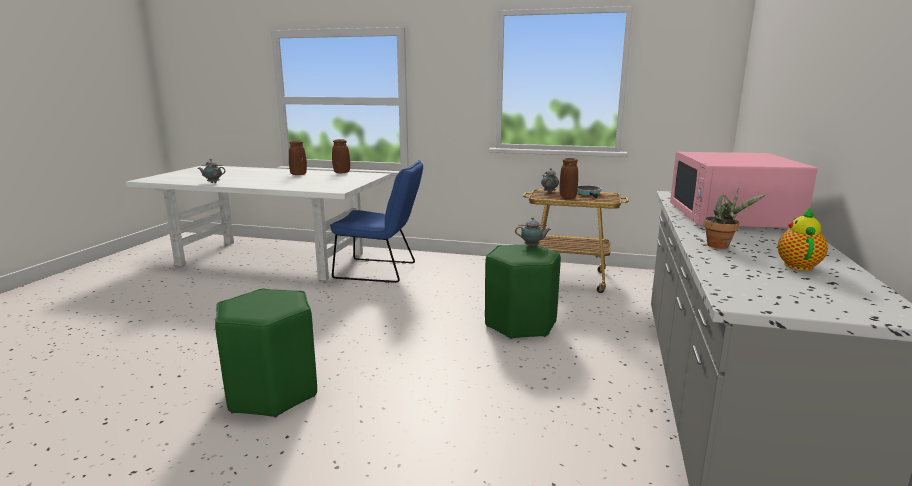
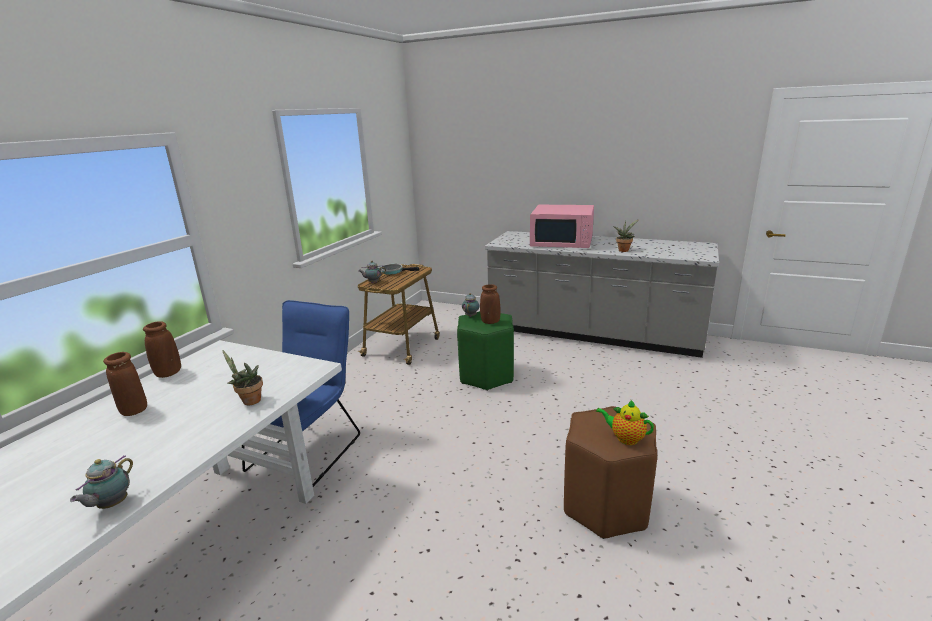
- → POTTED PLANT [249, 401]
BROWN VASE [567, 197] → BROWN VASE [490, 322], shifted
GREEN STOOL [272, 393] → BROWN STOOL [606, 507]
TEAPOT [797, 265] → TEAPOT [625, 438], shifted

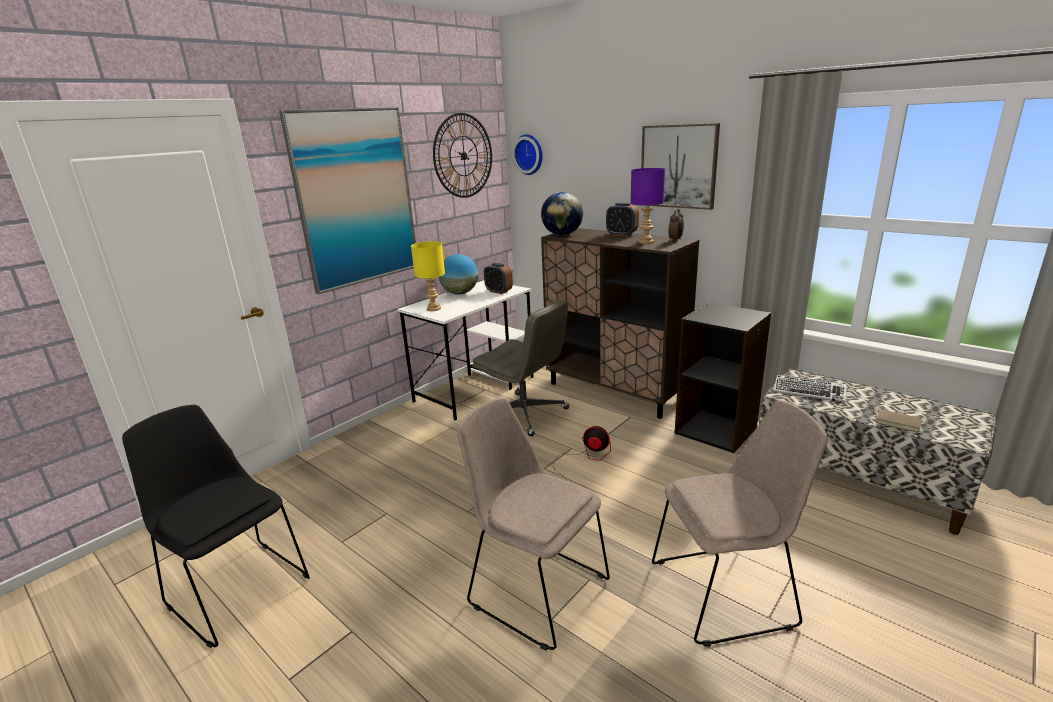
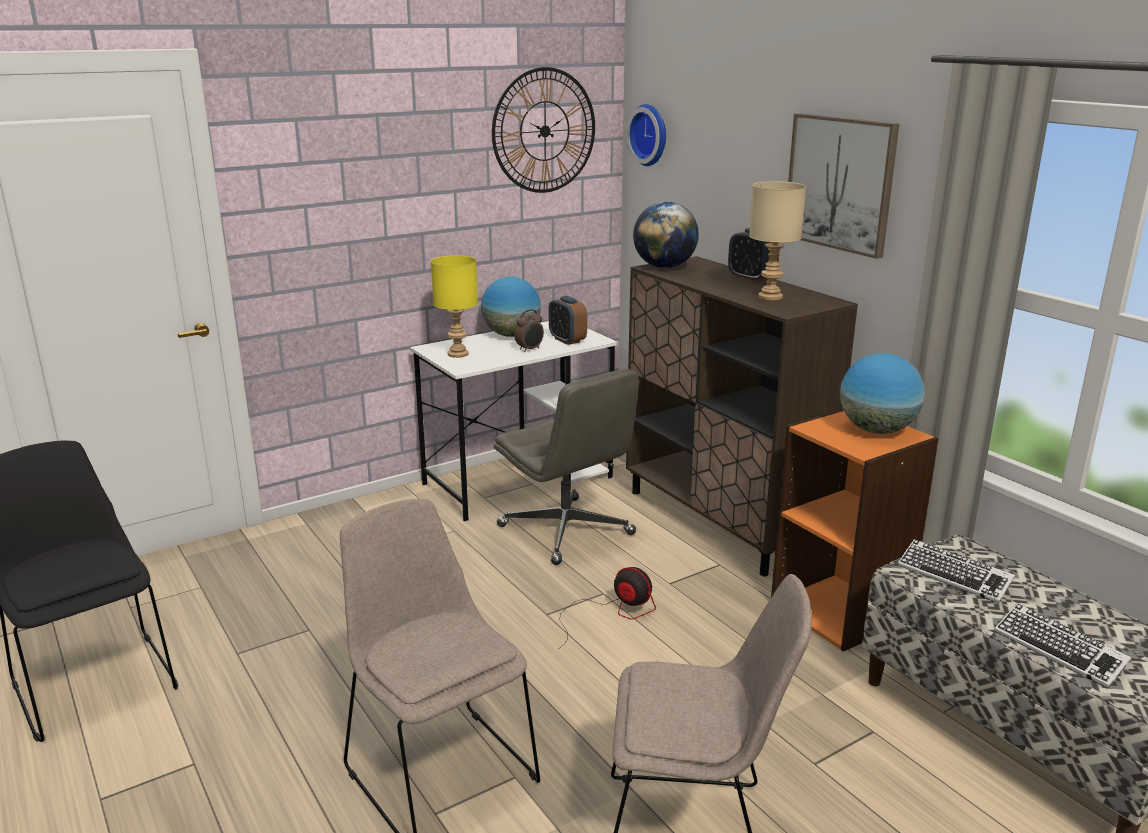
ALARM CLOCK [675, 240] → ALARM CLOCK [530, 349], shifted
PURPLE TABLE LAMP [645, 242] → BEIGE TABLE LAMP [769, 296]
BLACK BOOKCASE [716, 430] → ORANGE BOOKCASE [840, 611]
- → GLOBE [876, 430]
BROWN BOOK [898, 422] → KEYBOARD [1059, 651]
PICTURE [356, 198] → -

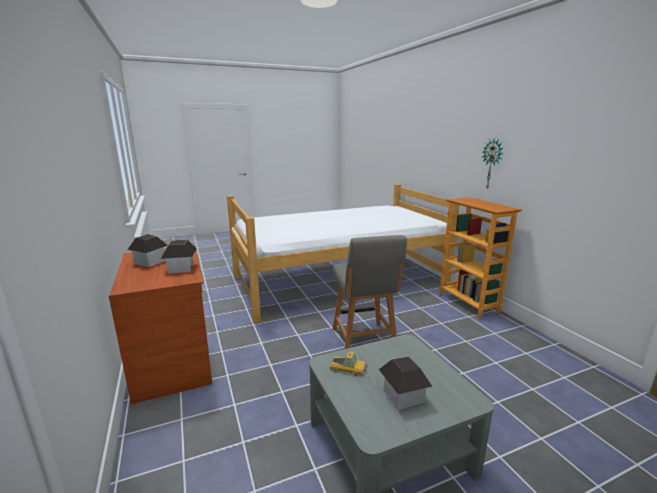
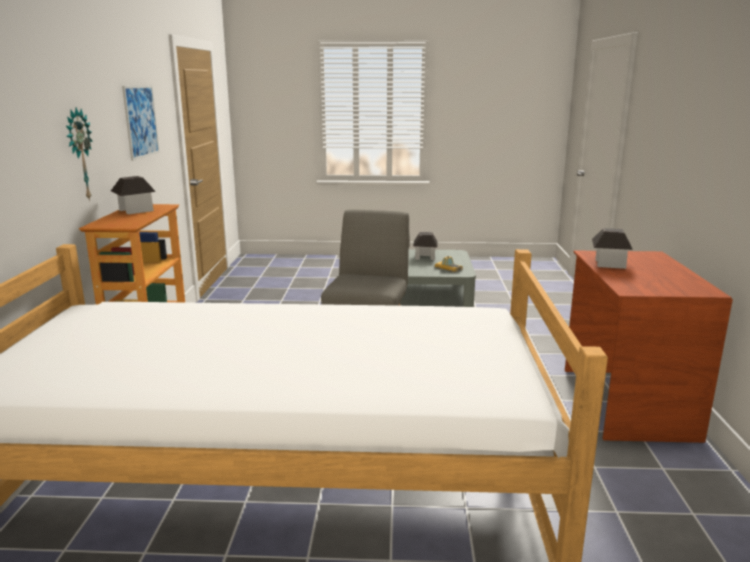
TOY HOUSE [150, 262] → TOY HOUSE [135, 210], shifted
- → PICTURE [141, 121]

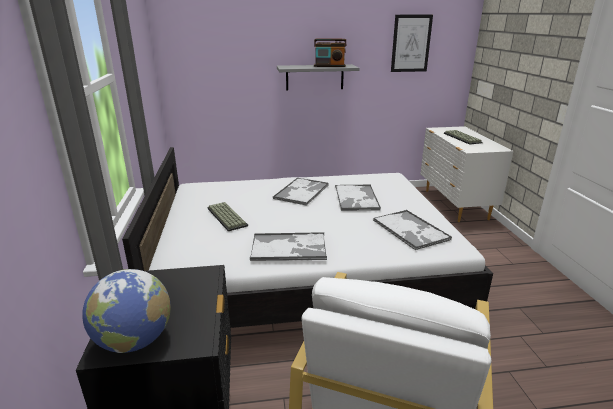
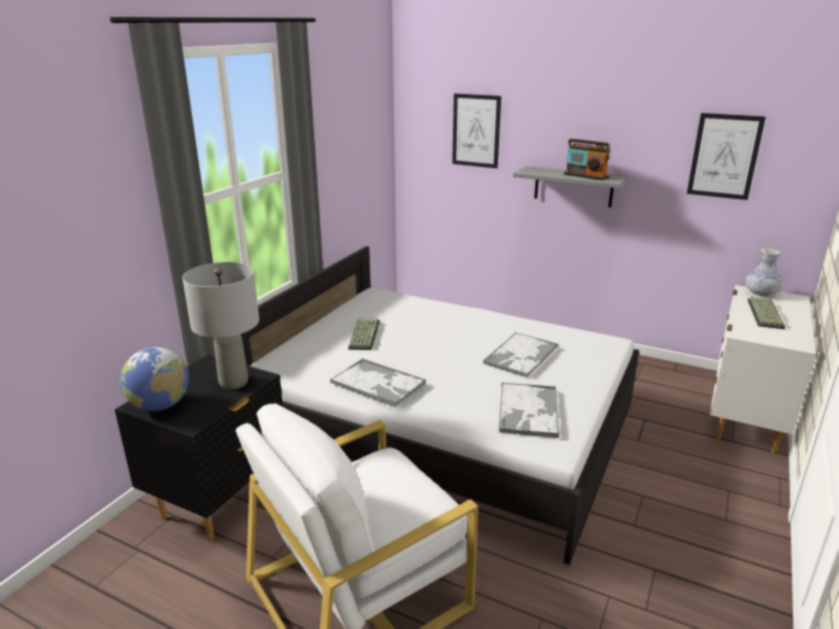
- → GREY TABLE LAMP [233, 382]
- → PICTURE [476, 131]
- → VASE [760, 293]
TRAY [302, 191] → -

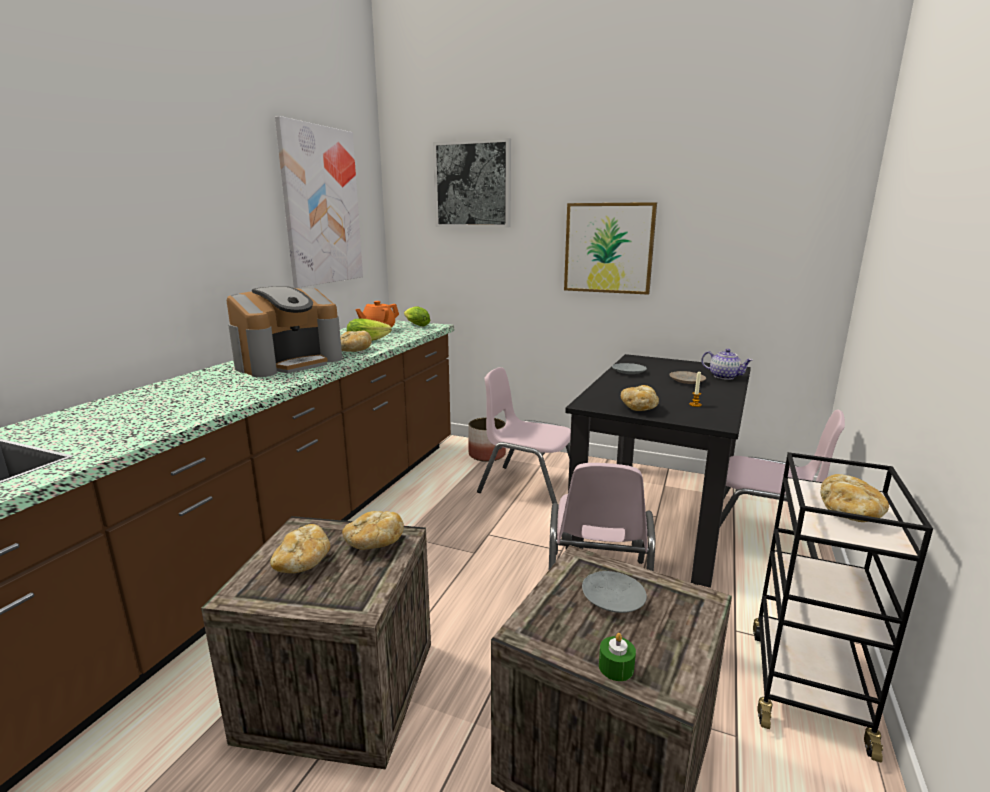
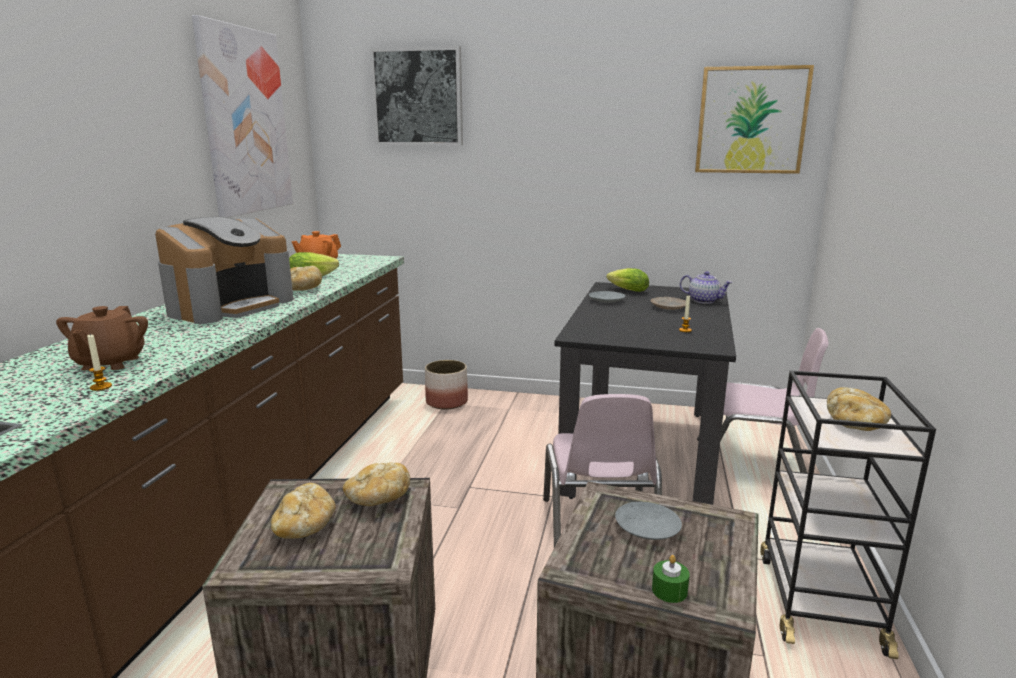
- → BROWN TEAPOT [110, 363]
- → CANDLE [101, 387]
LETTUCE [415, 325] → LETTUCE [626, 290], shifted
PICTURE [608, 248] → PICTURE [751, 120], shifted
PINK CHAIR [528, 487] → -
BREAD [639, 408] → -

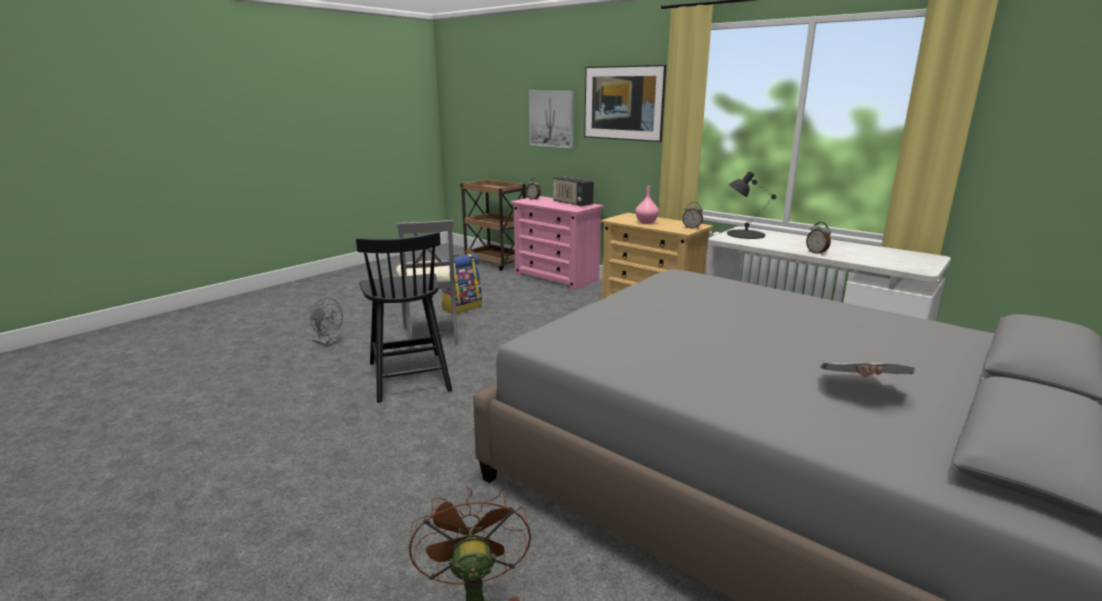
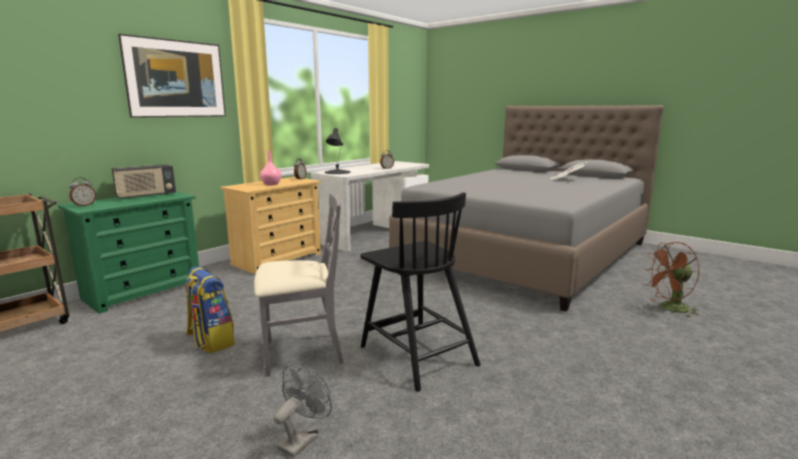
PINK DRESSER [556, 277] → GREEN DRESSER [144, 291]
BLACK CHAIR [409, 375] → BLACK CHAIR [417, 354], 75 degrees clockwise
PICTURE [552, 118] → -

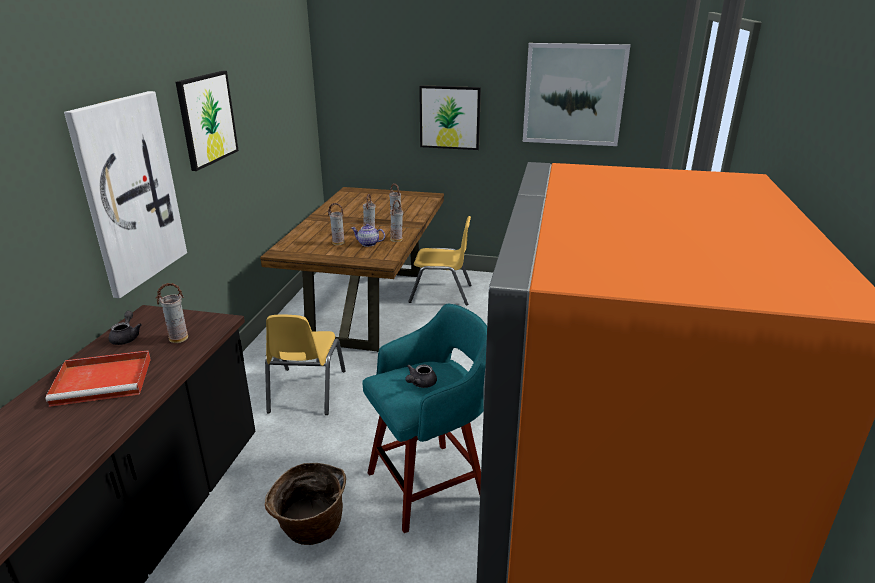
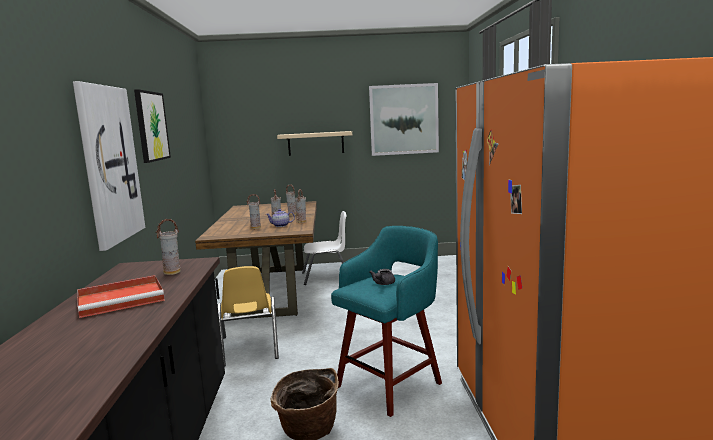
PICTURE [450, 117] → BEIGE SHELF [316, 143]
YELLOW CHAIR [441, 293] → WHITE CHAIR [326, 277]
GREY TEAPOT [126, 337] → -

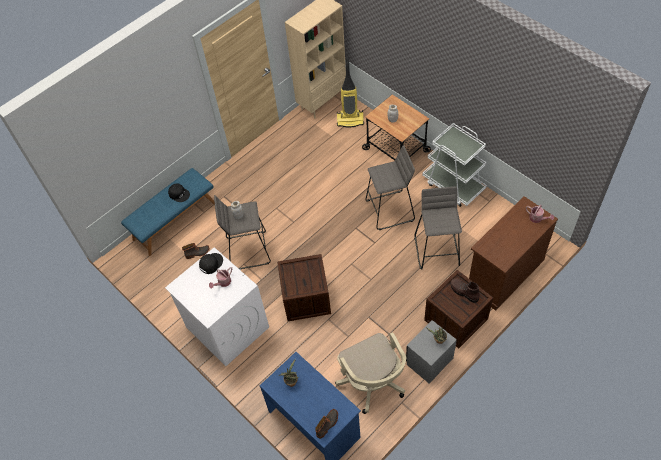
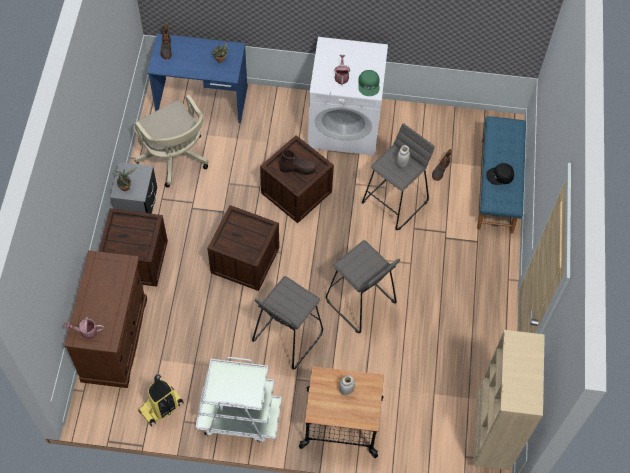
BEIGE OFFICE CHAIR [373, 383] → BEIGE OFFICE CHAIR [175, 158], 150 degrees counterclockwise
VACUUM CLEANER [350, 120] → VACUUM CLEANER [161, 408], shifted
- → CRATE [245, 260]
BROWN BOOT [464, 292] → BROWN BOOT [298, 168], shifted
GREY STOOL [437, 251] → GREY STOOL [360, 302], shifted
BLACK CAP [211, 263] → GREEN CAP [369, 84]

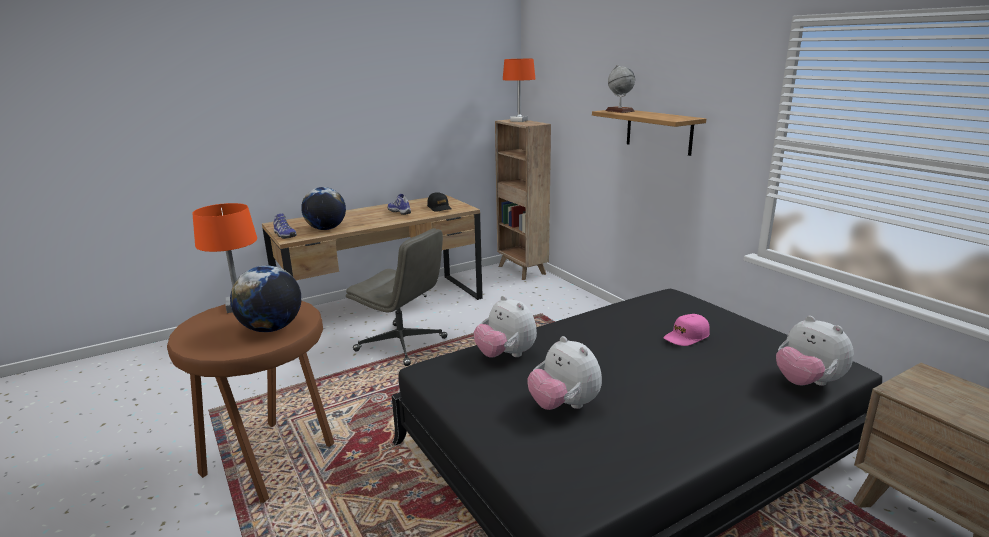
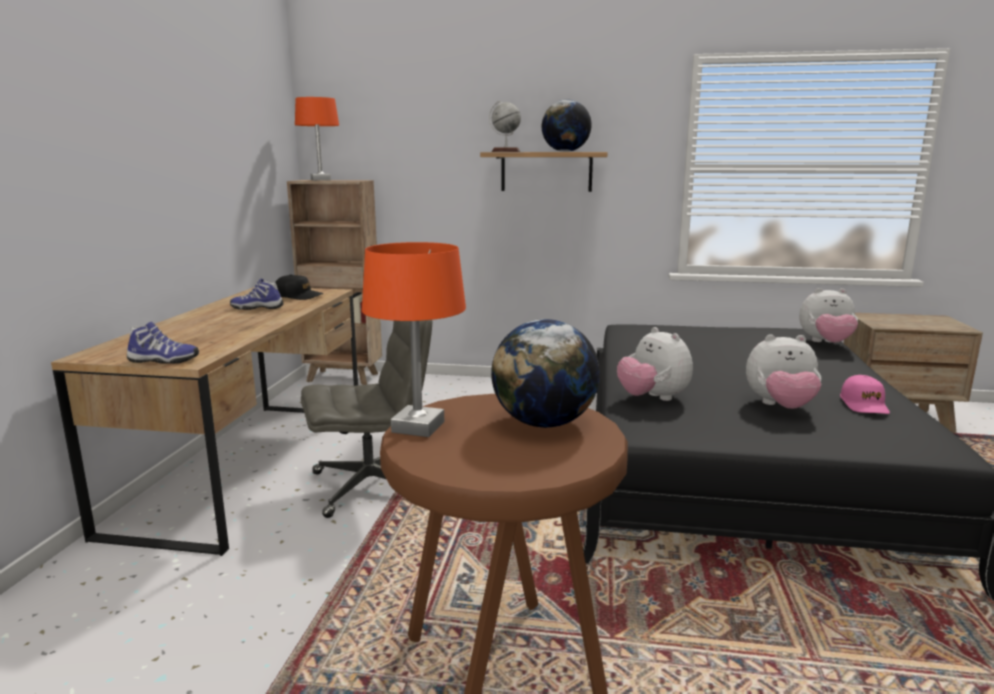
GLOBE [326, 229] → GLOBE [565, 151], shifted
PLUSH TOY [506, 355] → PLUSH TOY [652, 398], 60 degrees clockwise
PINK CAP [686, 337] → PINK CAP [864, 405], shifted

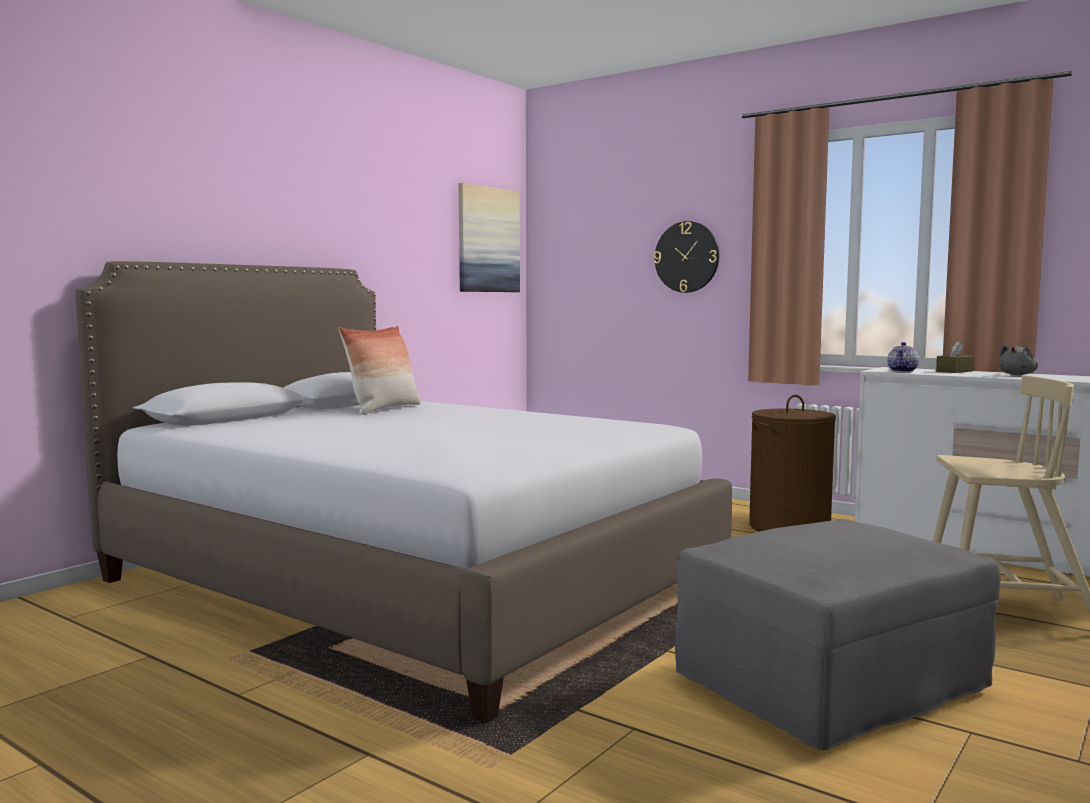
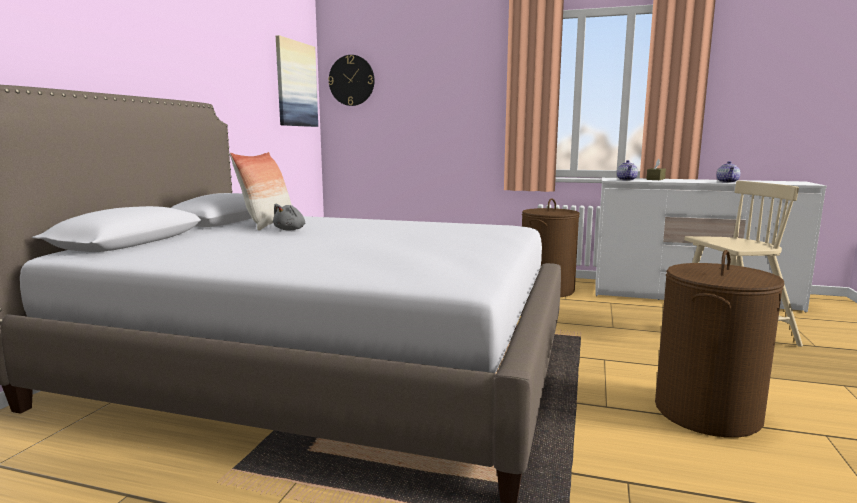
GREY PLUSH TOY [1017, 375] → GREY PLUSH TOY [291, 230], shifted
WALL CLOCK [686, 257] → WALL CLOCK [351, 80], shifted
GREY OTTOMAN [831, 685] → BROWN LAUNDRY BASKET [707, 413]
- → TEAPOT [728, 182]

